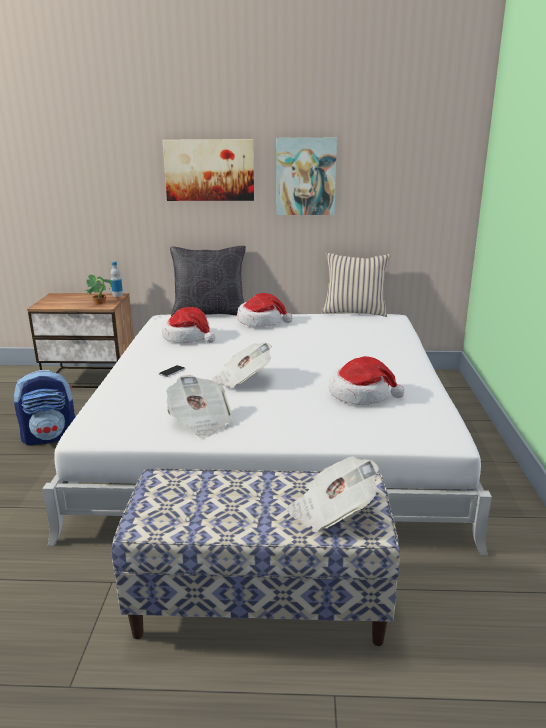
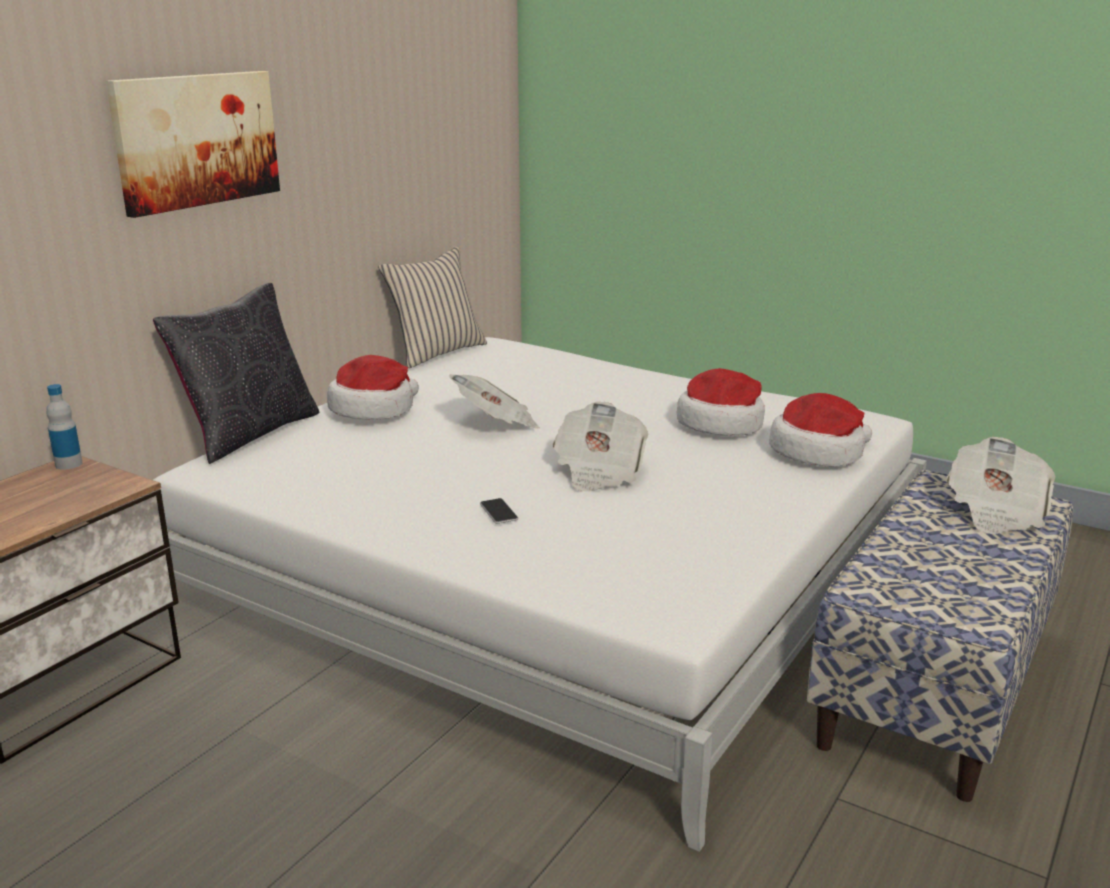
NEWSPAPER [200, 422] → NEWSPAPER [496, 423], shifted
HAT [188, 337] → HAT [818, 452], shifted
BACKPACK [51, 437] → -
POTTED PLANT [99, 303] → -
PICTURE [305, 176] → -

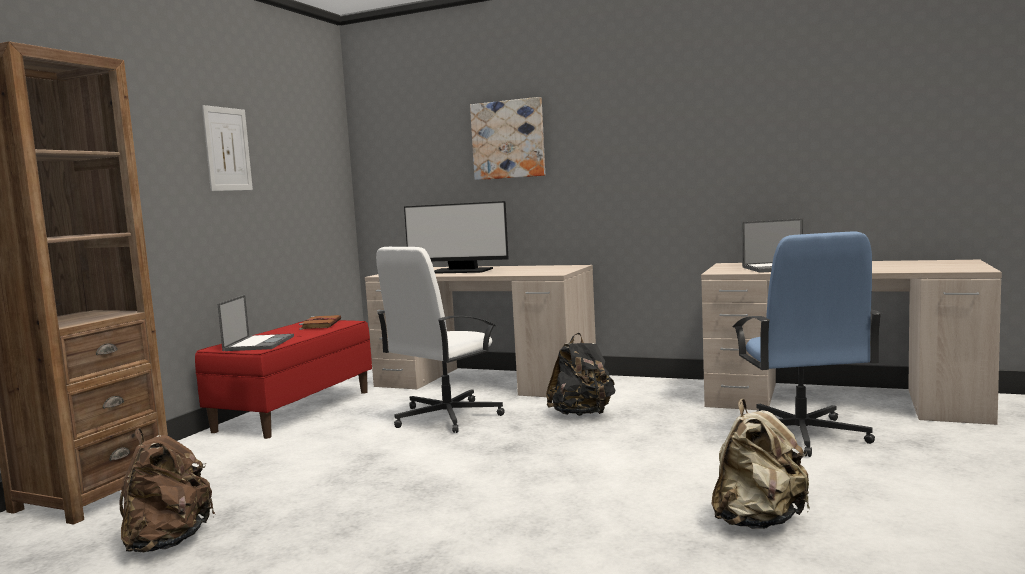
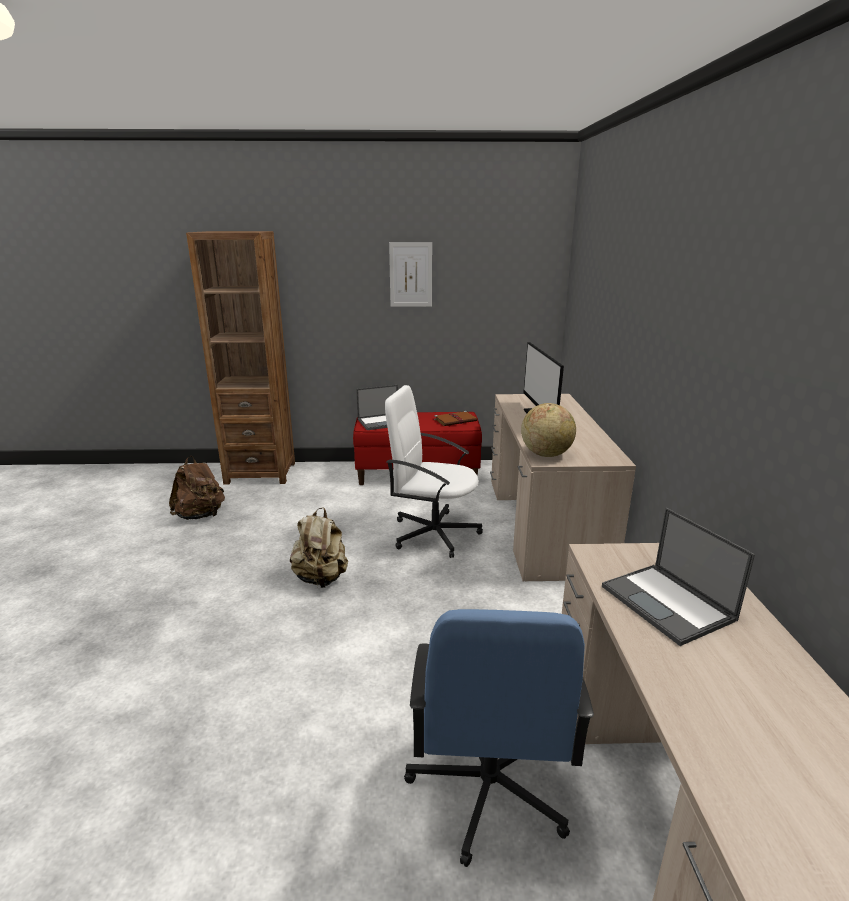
BEIGE BACKPACK [758, 521] → BEIGE BACKPACK [321, 578], shifted
BLUE OFFICE CHAIR [801, 435] → BLUE OFFICE CHAIR [488, 787], 60 degrees counterclockwise
- → GLOBE [546, 454]
PICTURE [508, 139] → -
BLACK BACKPACK [582, 414] → -

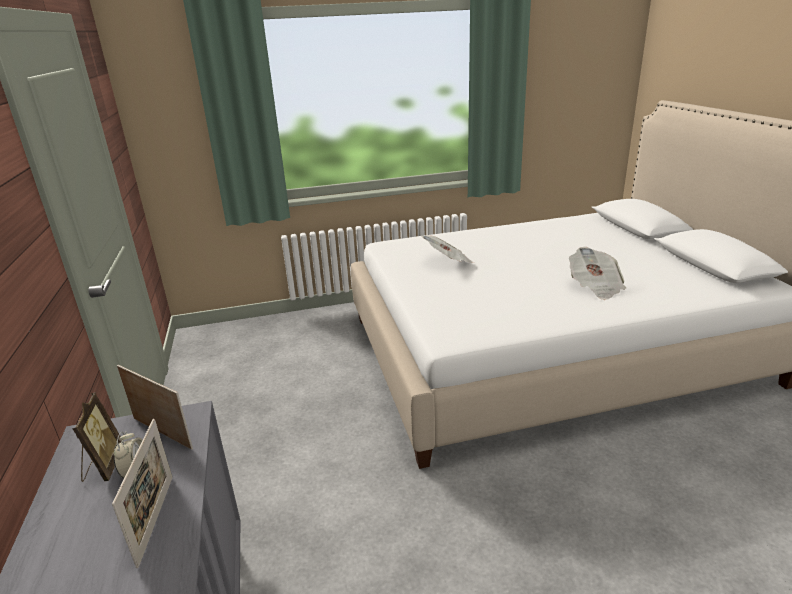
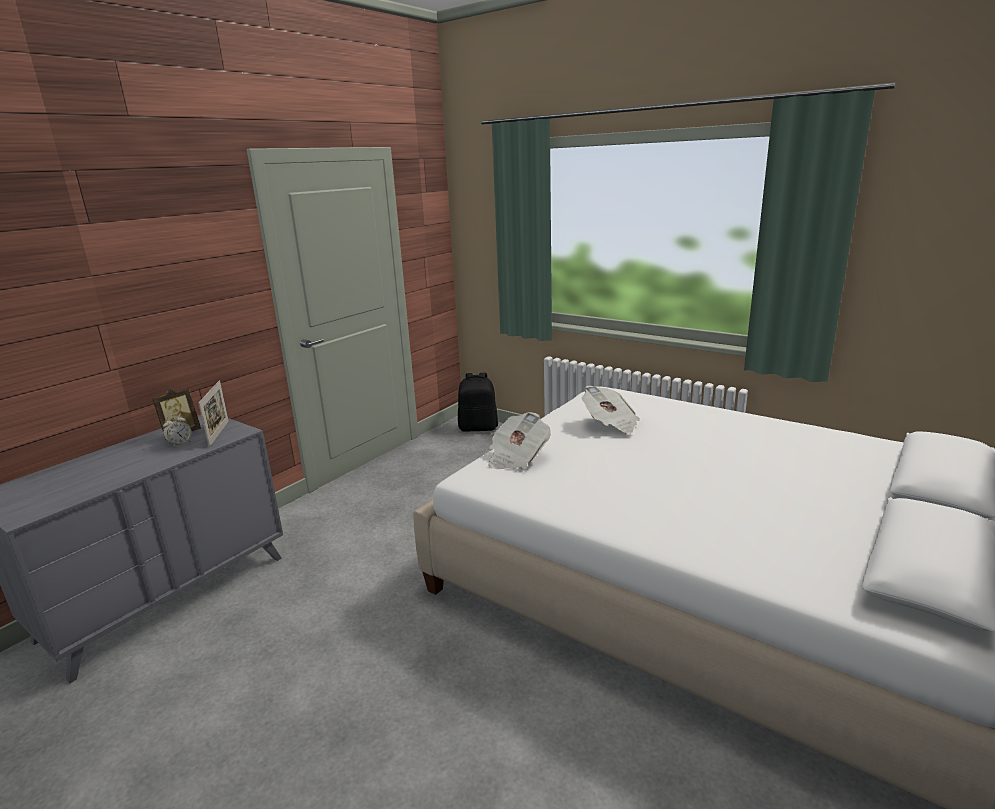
- → BLACK BACKPACK [478, 428]
NEWSPAPER [595, 287] → NEWSPAPER [517, 457], shifted
PICTURE FRAME [156, 518] → -

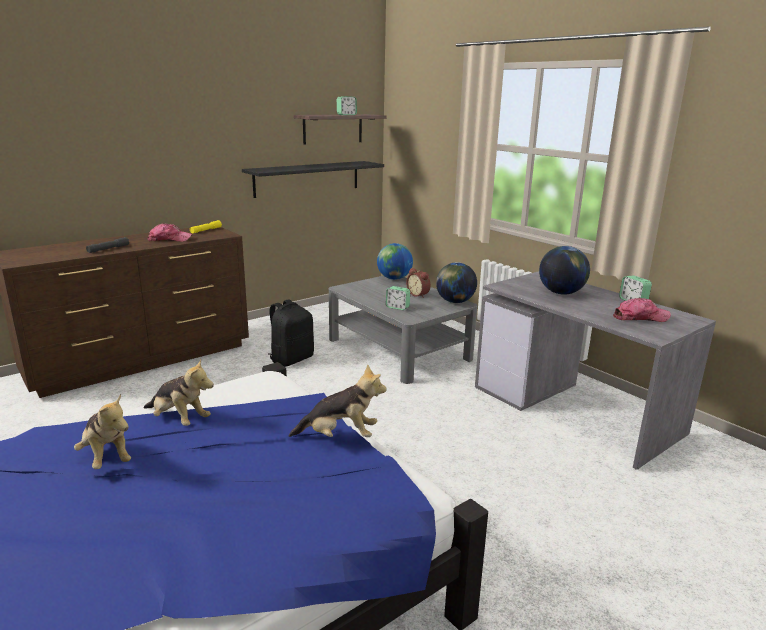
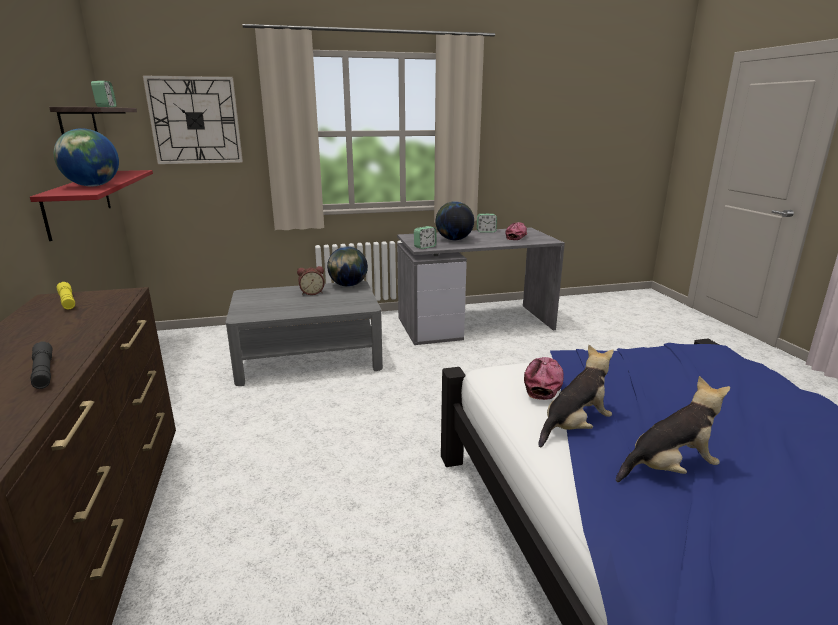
BLACK SHELF [307, 178] → RED SHELF [79, 202]
GLOBE [394, 279] → GLOBE [93, 186], shifted
- → WALL CLOCK [195, 120]
ALARM CLOCK [397, 307] → ALARM CLOCK [425, 247], shifted
CAP [169, 239] → CAP [543, 383], shifted
BLACK BACKPACK [291, 359] → -
PLUSH TOY [340, 436] → -

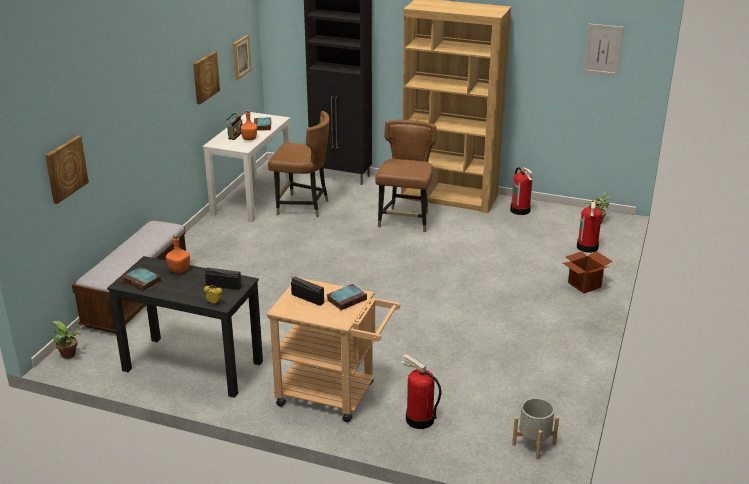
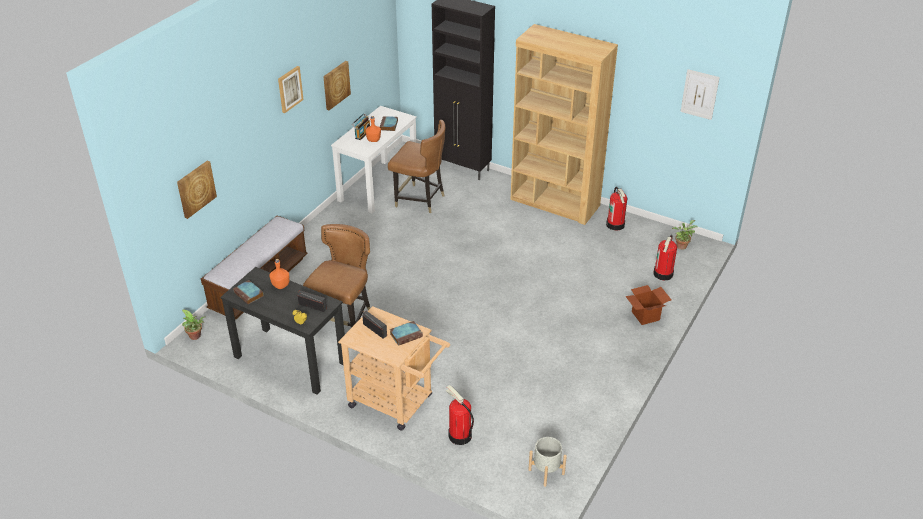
PICTURE [240, 57] → PICTURE [289, 89], shifted
BROWN CHAIR [405, 220] → BROWN CHAIR [344, 320], shifted

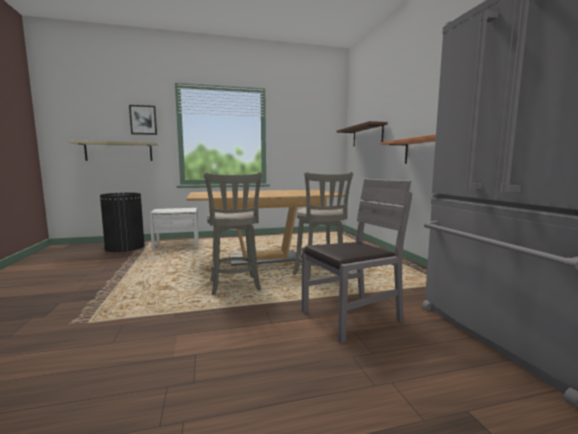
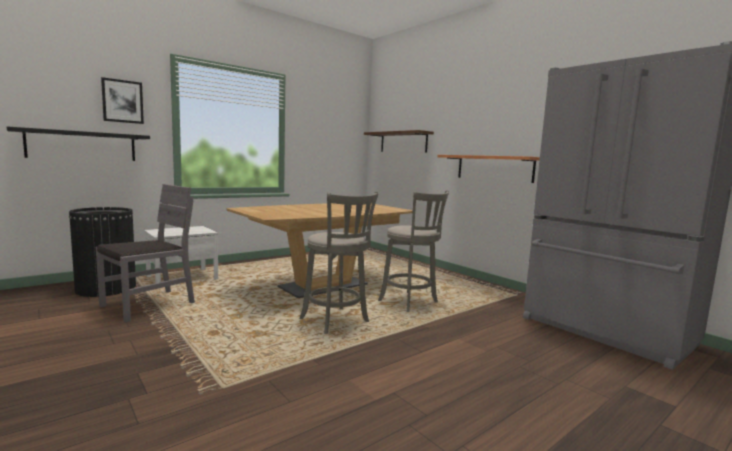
BEIGE SHELF [119, 151] → BLACK SHELF [82, 145]
GREY CHAIR [351, 317] → GREY CHAIR [148, 305], shifted

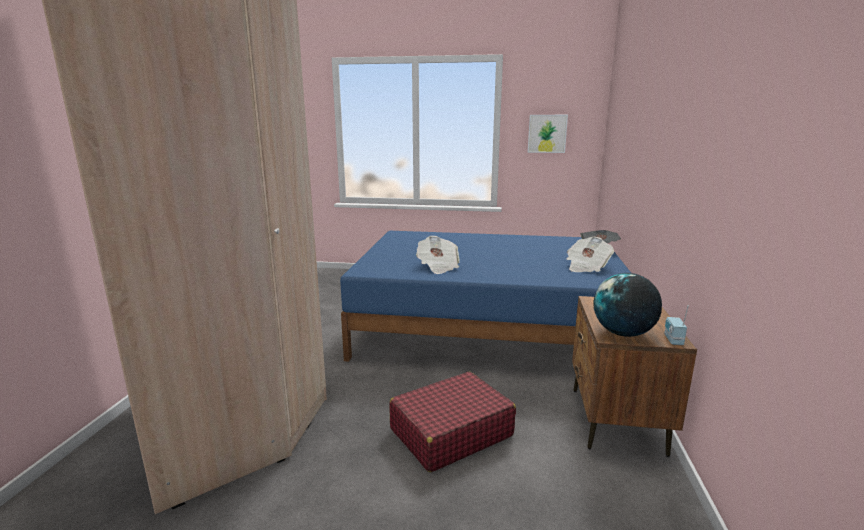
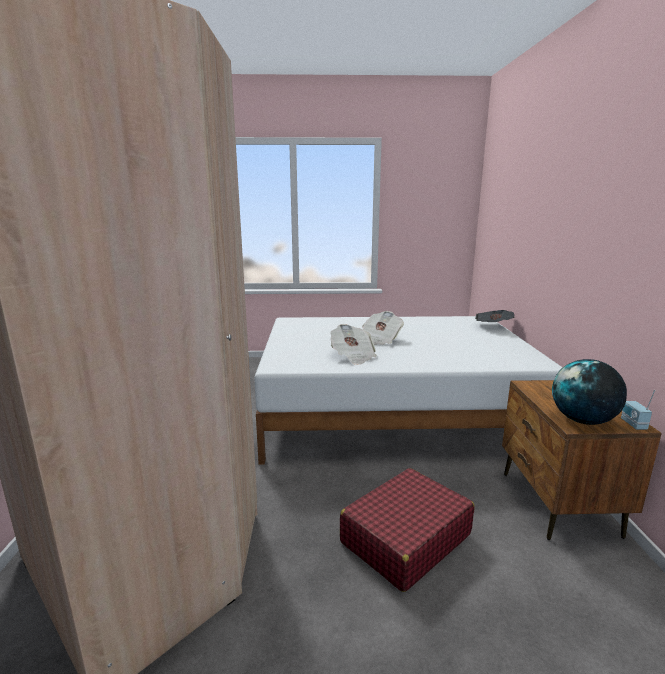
BLUE BED [487, 329] → WHITE BED [392, 413]
NEWSPAPER [586, 267] → NEWSPAPER [380, 340], shifted
PICTURE [547, 133] → -

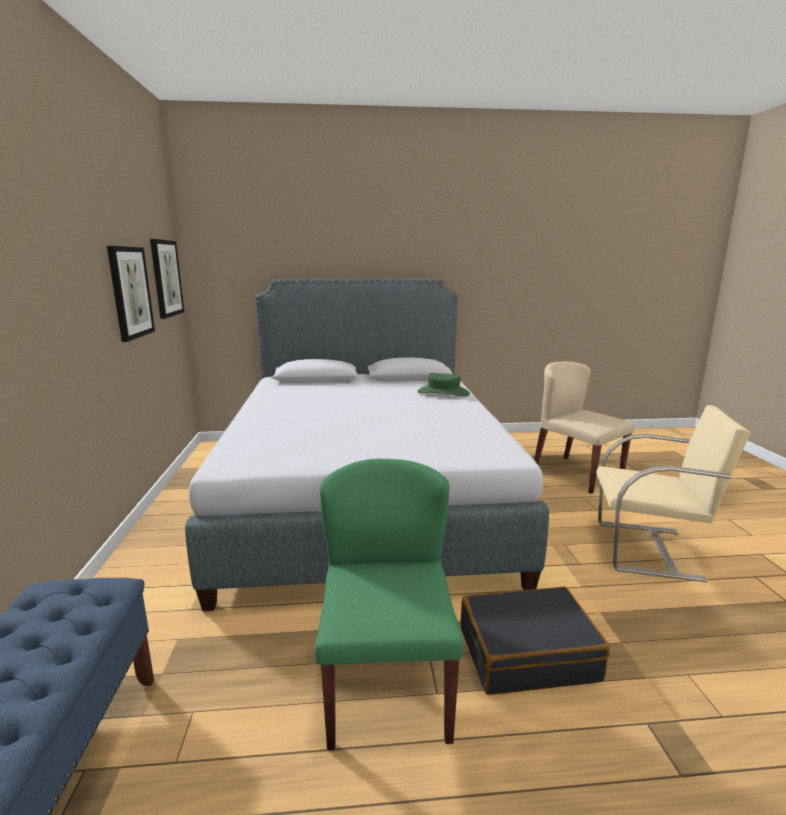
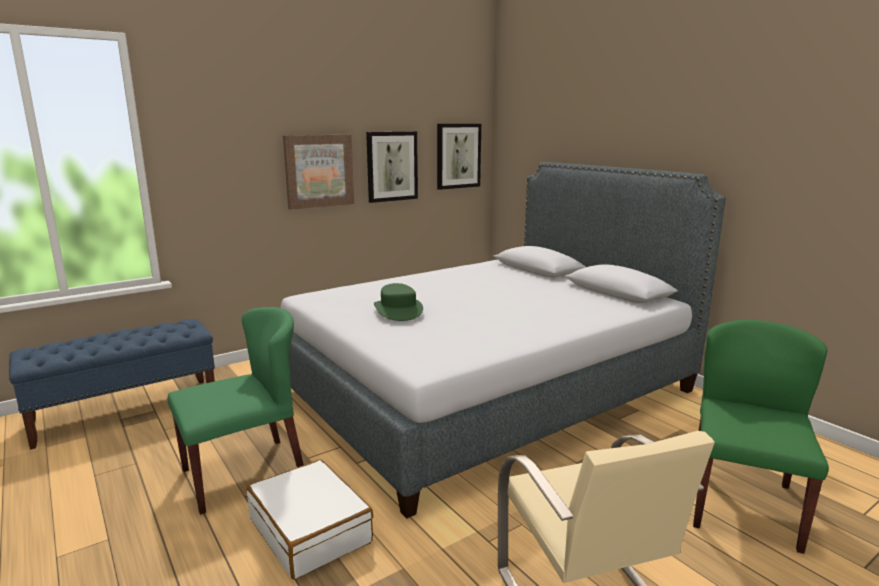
BLACK SUITCASE [527, 653] → WHITE SUITCASE [310, 530]
- → PICTURE [319, 171]
GREEN HAT [443, 393] → GREEN HAT [398, 310], shifted
BEIGE CHAIR [576, 474] → GREEN CHAIR [742, 504]

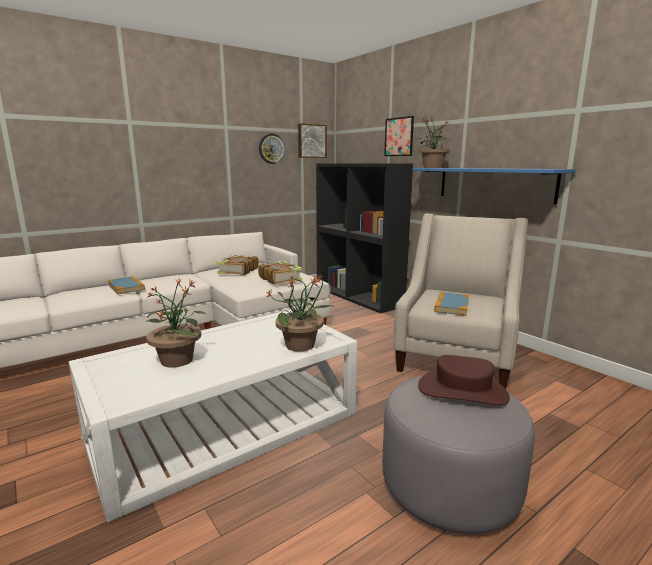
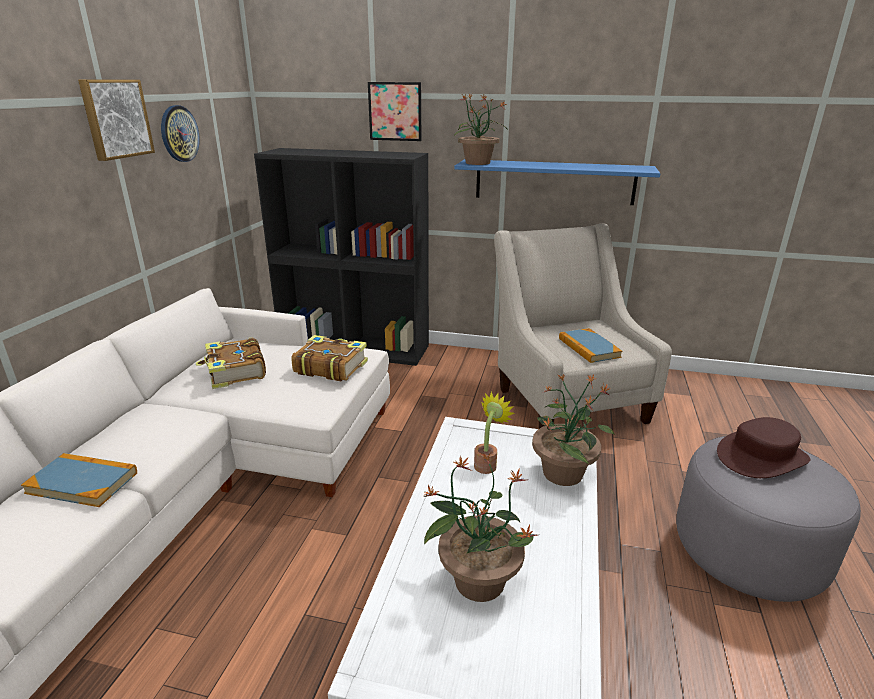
PICTURE [311, 141] → PICTURE [115, 119], shifted
- → POTTED PLANT [487, 464]

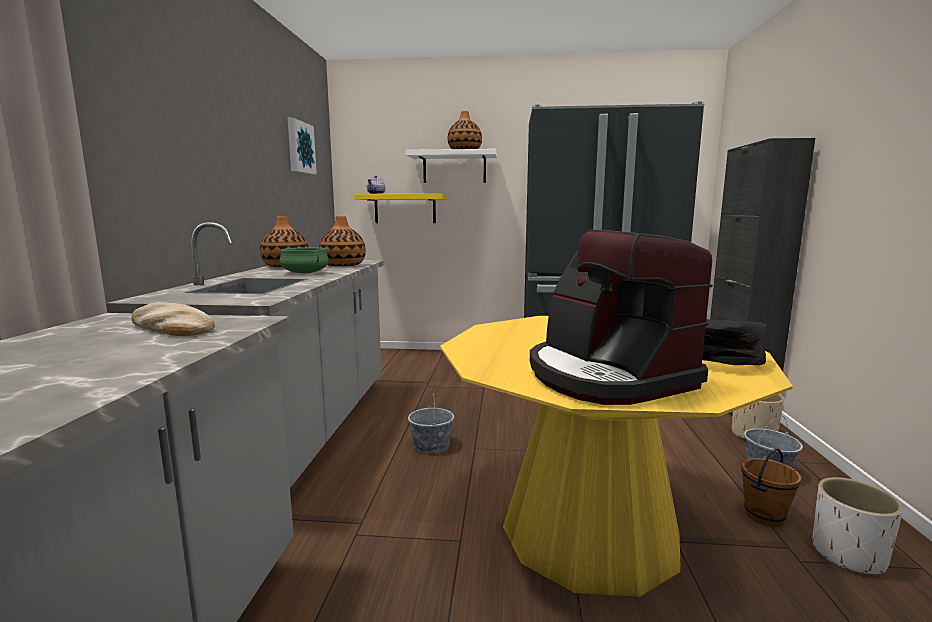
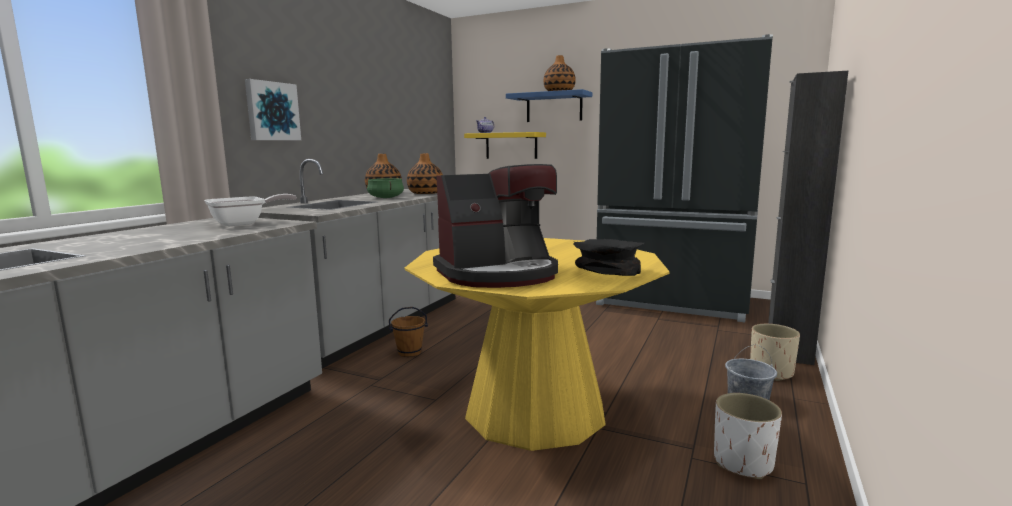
BREAD [171, 327] → FRYING PAN [244, 223]
PICTURE [299, 147] → PICTURE [272, 111], shifted
BROWN BUCKET [765, 516] → BROWN BUCKET [409, 353], shifted
COFFEE MACHINE [606, 376] → COFFEE MACHINE [498, 274], 105 degrees counterclockwise
WHITE SHELF [454, 168] → BLUE SHELF [554, 107]
GREY BUCKET [431, 445] → -

